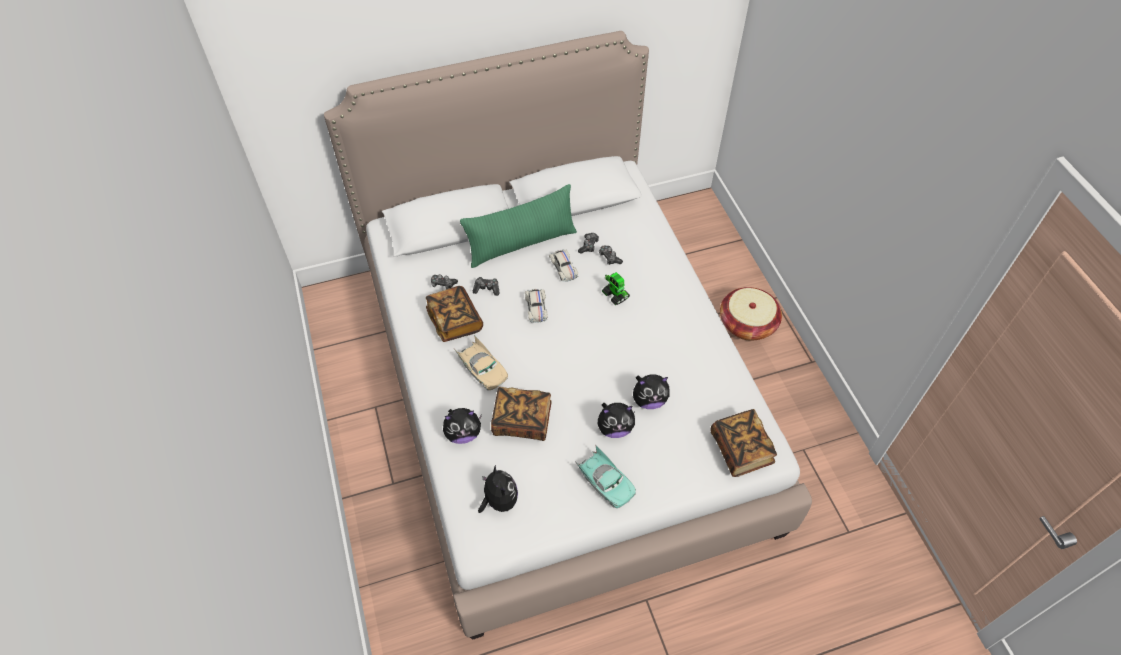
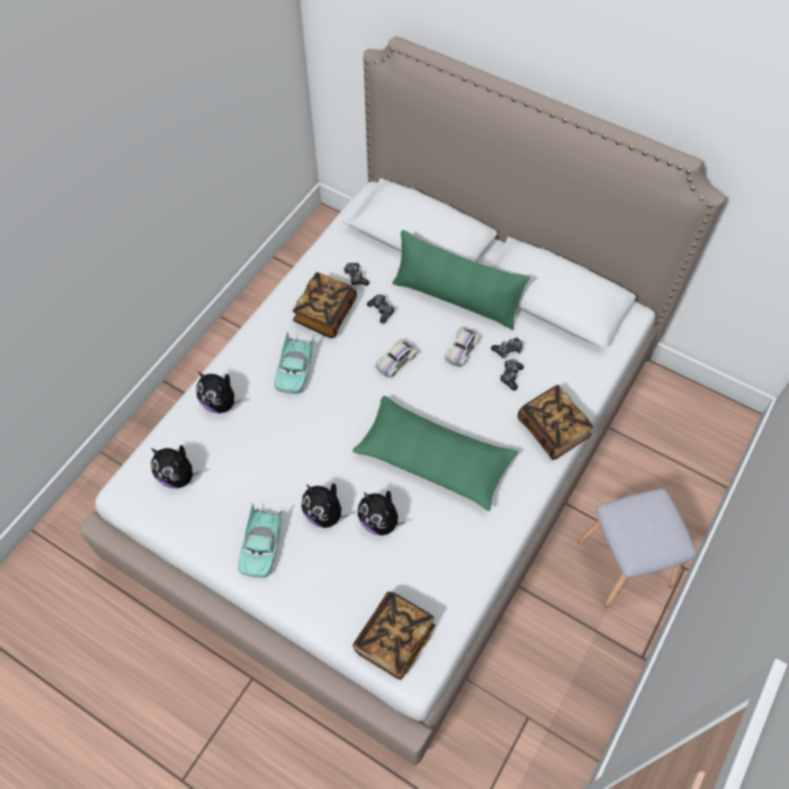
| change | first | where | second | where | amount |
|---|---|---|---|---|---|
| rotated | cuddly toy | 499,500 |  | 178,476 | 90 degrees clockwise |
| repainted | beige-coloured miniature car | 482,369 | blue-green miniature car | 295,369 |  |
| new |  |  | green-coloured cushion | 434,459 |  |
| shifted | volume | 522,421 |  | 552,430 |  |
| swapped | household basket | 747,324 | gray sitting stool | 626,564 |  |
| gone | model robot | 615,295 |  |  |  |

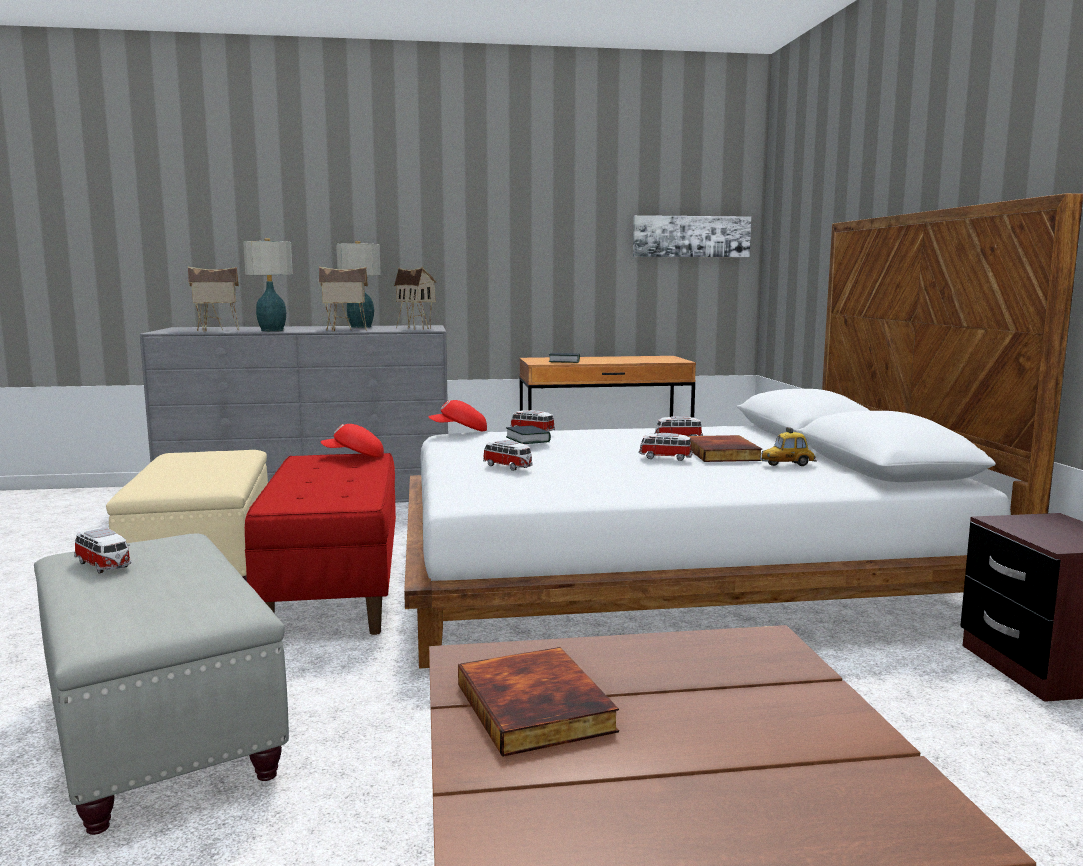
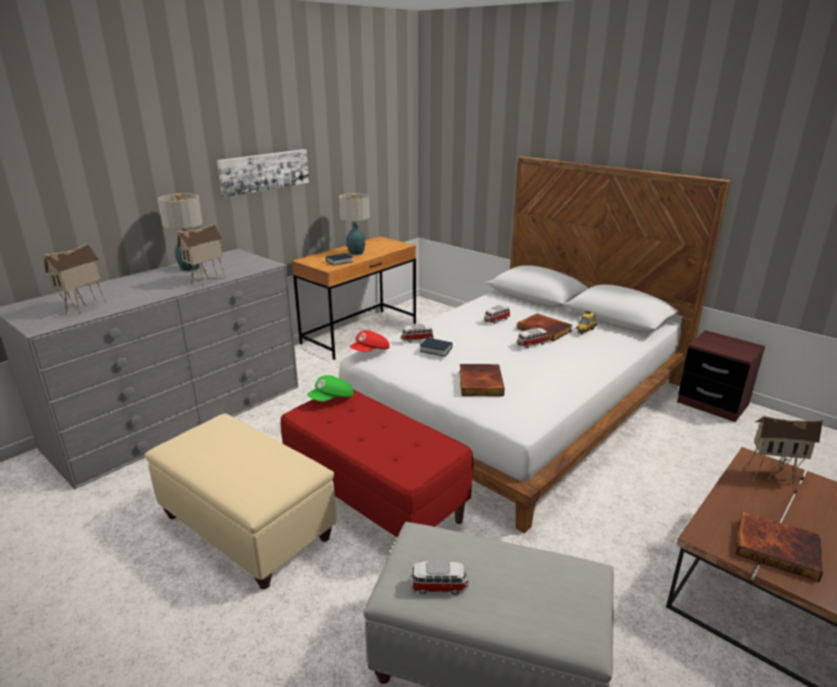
| change | first | where | second | where | amount |
|---|---|---|---|---|---|
| shifted | wall art | 691,236 |  | 264,171 |  |
| repainted | reddish peaked cap | 354,457 | green-coloured peaked cap | 332,399 |  |
| shifted | table lamp | 272,330 |  | 356,253 |  |
| swapped | miniature car | 508,467 | volume | 479,382 |  |
| shifted | toy house | 416,328 |  | 771,474 |  |

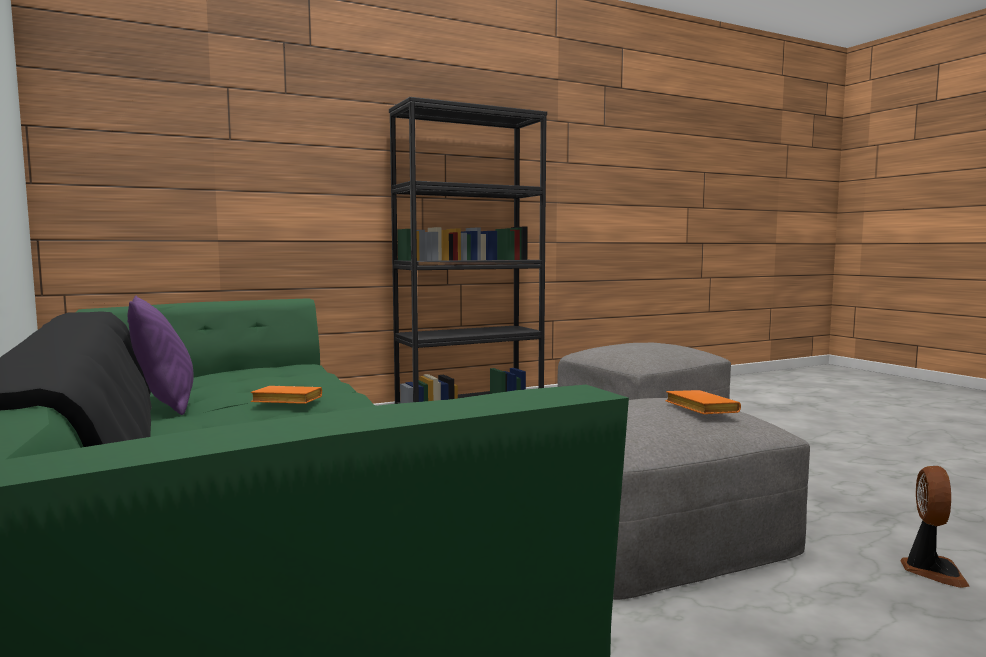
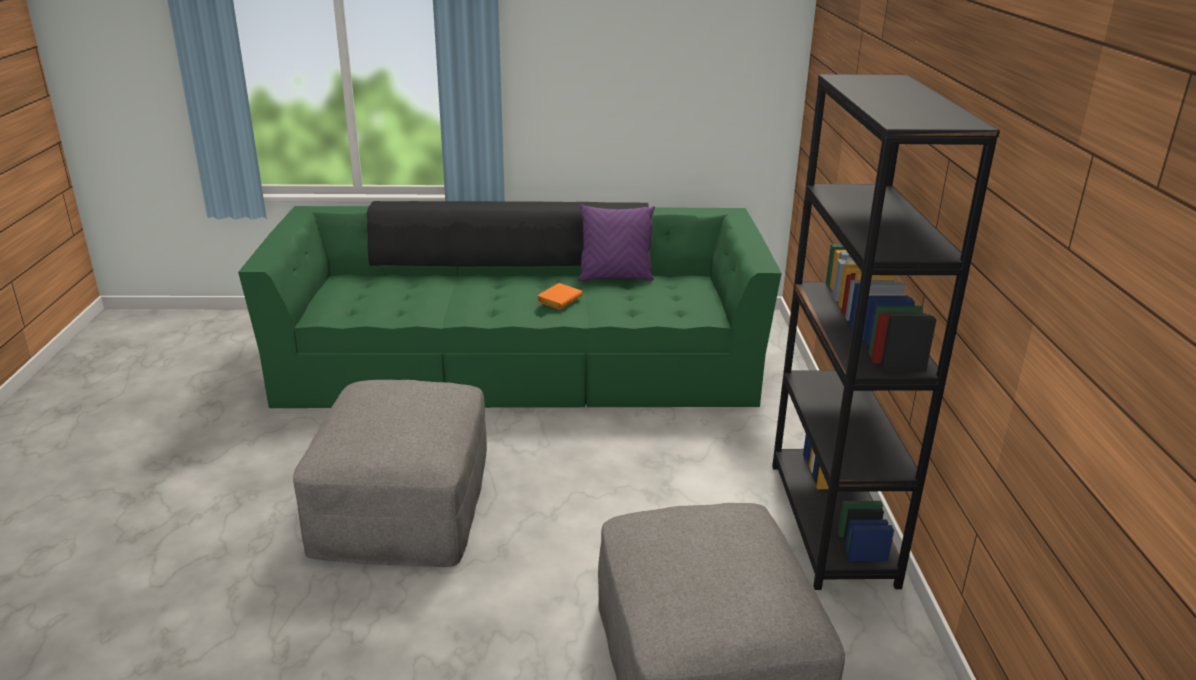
| change | first | where | second | where | amount |
|---|---|---|---|---|---|
| gone | orange volume | 698,408 |  |  |  |
| gone | fan | 931,570 |  |  |  |

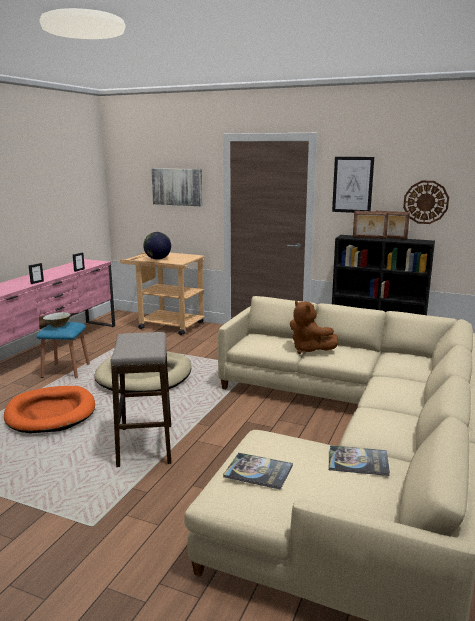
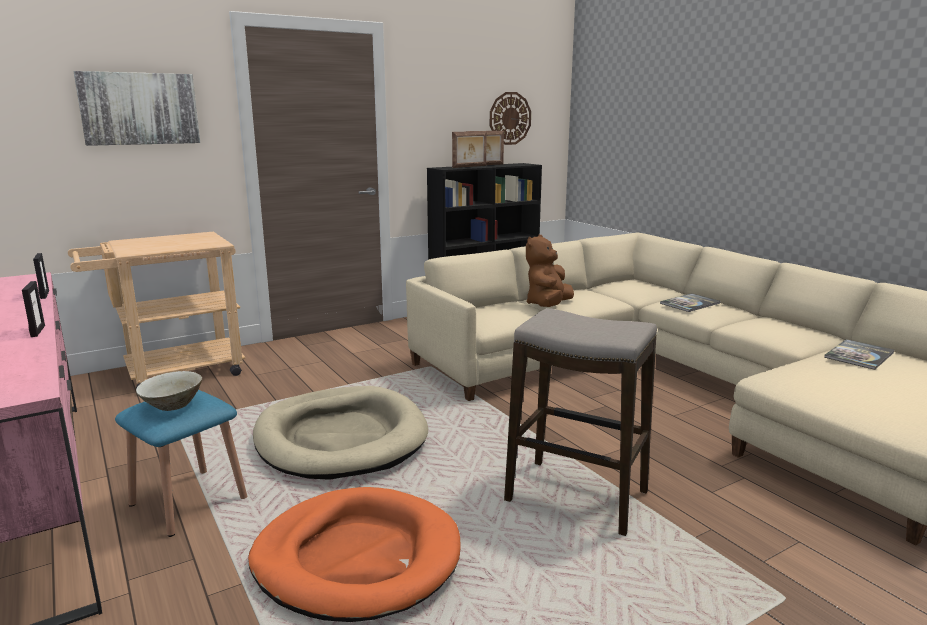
| change | first | where | second | where | amount |
|---|---|---|---|---|---|
| rotated | brownish cuddly toy | 309,350 |  | 548,306 | 120 degrees clockwise |
| shifted | volume | 258,471 |  | 690,303 |  |
| gone | world globe | 157,259 |  |  |  |
| gone | wall art | 352,185 |  |  |  |

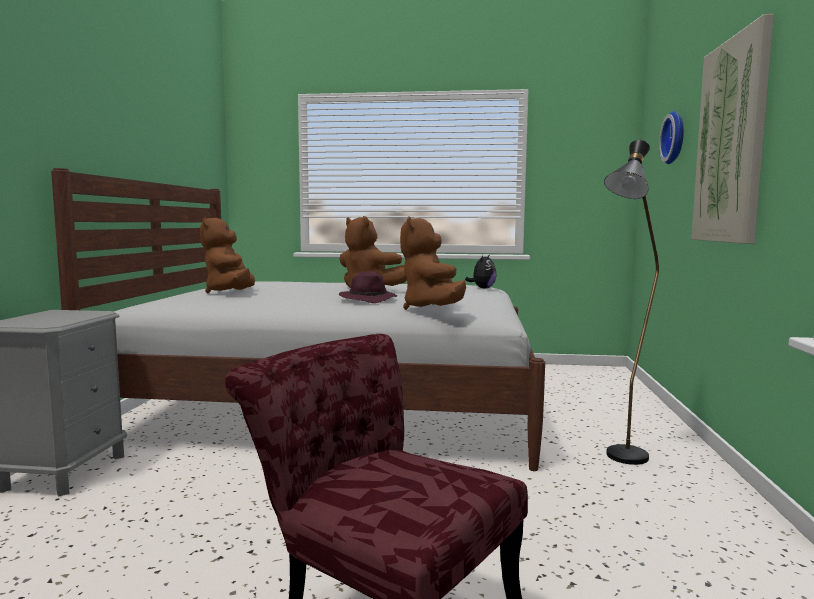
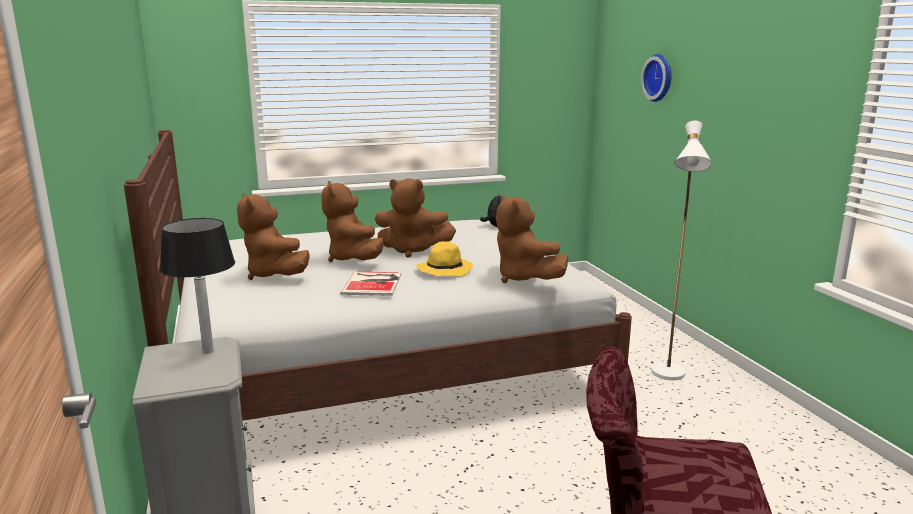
| change | first | where | second | where | amount |
|---|---|---|---|---|---|
| new |  |  | table lamp | 208,351 |  |
| new |  |  | brownish cuddly toy | 353,259 |  |
| new |  |  | volume | 374,283 |  |
| repainted | purple-coloured wearable hat | 369,299 | yellow wearable hat | 445,269 |  |
| repainted | black standing lamp | 622,461 | whitish standing lamp | 669,378 |  |
| gone | wall art | 731,142 |  |  |  |

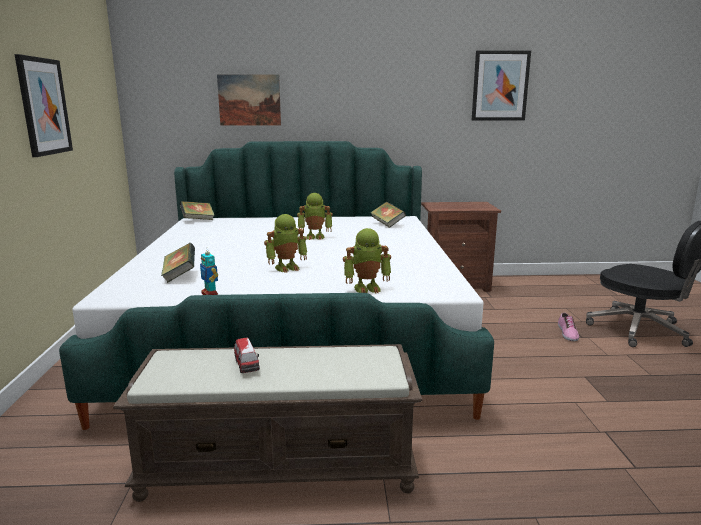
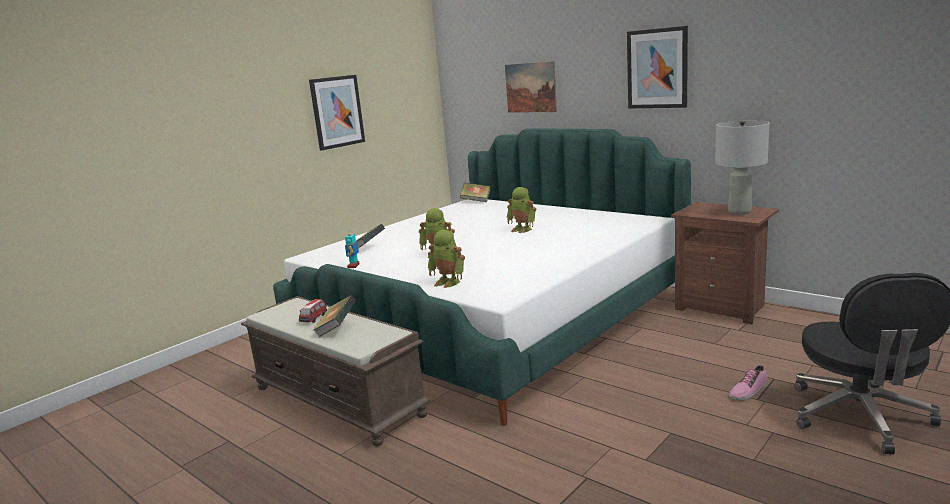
| change | first | where | second | where | amount |
|---|---|---|---|---|---|
| shifted | volume | 387,224 |  | 336,329 |  |
| shifted | wall art | 500,86 |  | 657,68 |  |
| new |  |  | gray table lamp | 739,212 |  |

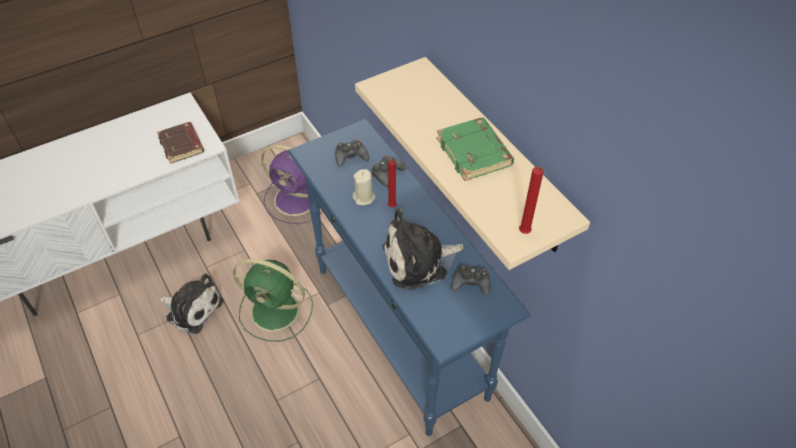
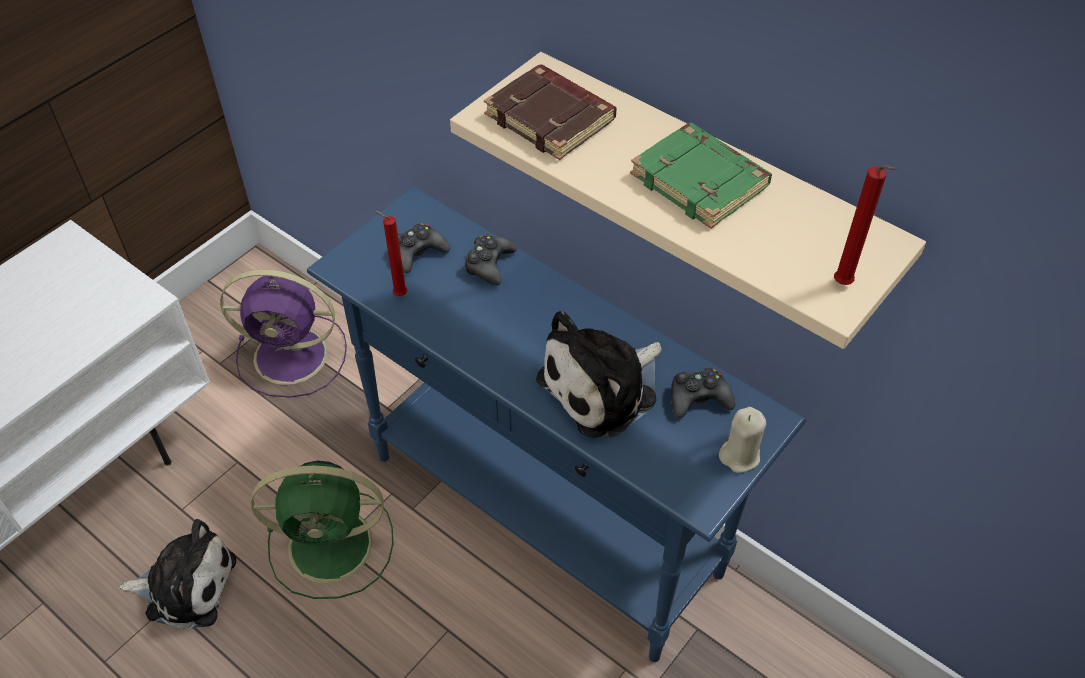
| change | first | where | second | where | amount |
|---|---|---|---|---|---|
| shifted | reddish candle | 390,206 |  | 398,294 |  |
| shifted | brownish volume | 182,145 |  | 552,118 |  |
| shifted | beige-coloured candle | 364,197 |  | 740,455 |  |

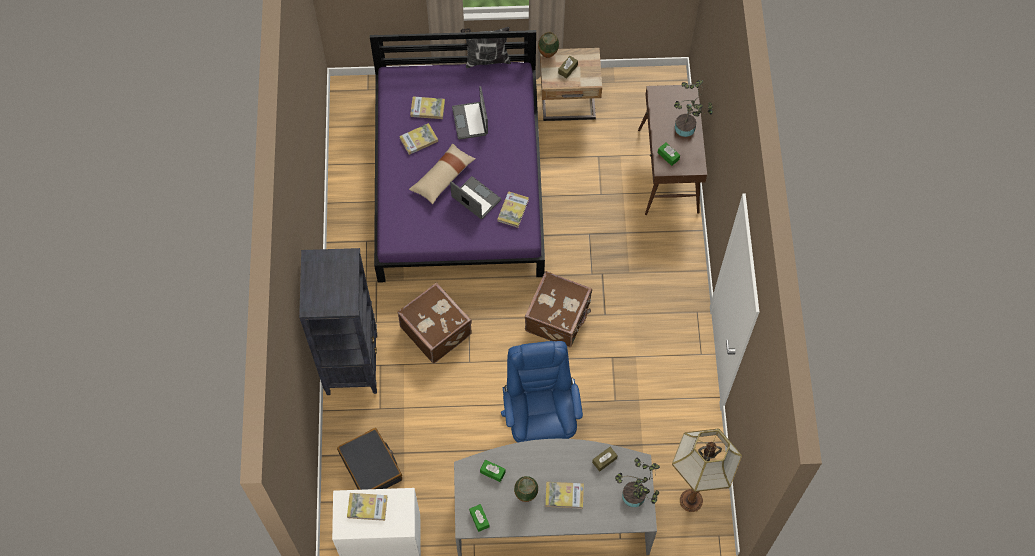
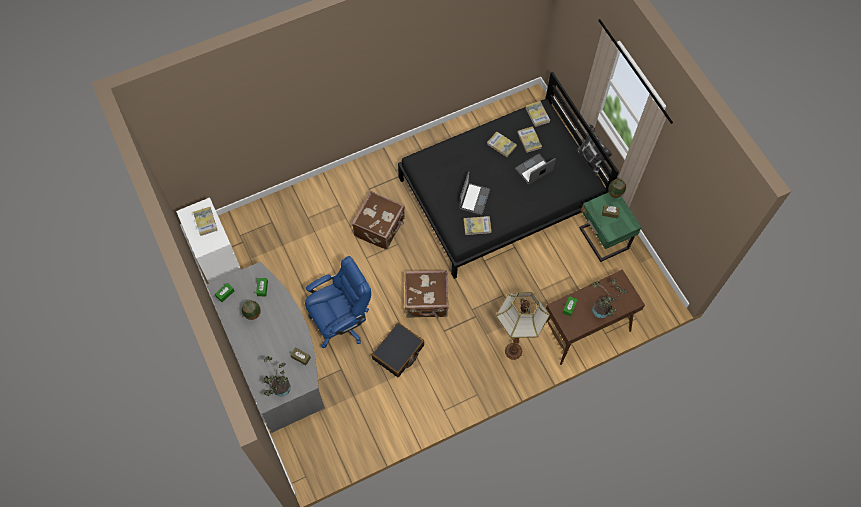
| change | first | where | second | where | amount |
|---|---|---|---|---|---|
| shifted | black suitcase | 371,466 |  | 398,352 |  |
| repainted | purple-coloured sleeping bed | 459,181 | black sleeping bed | 501,194 |  |
| shifted | standing lamp | 691,501 |  | 512,351 |  |
| shifted | volume | 564,495 |  | 537,114 |  |
| repainted | beige-coloured bedside table | 569,105 | green-coloured bedside table | 602,239 |  |
| gone | black shelving unit | 352,364 |  |  |  |
| gone | beige-coloured cushion | 443,177 |  |  |  |

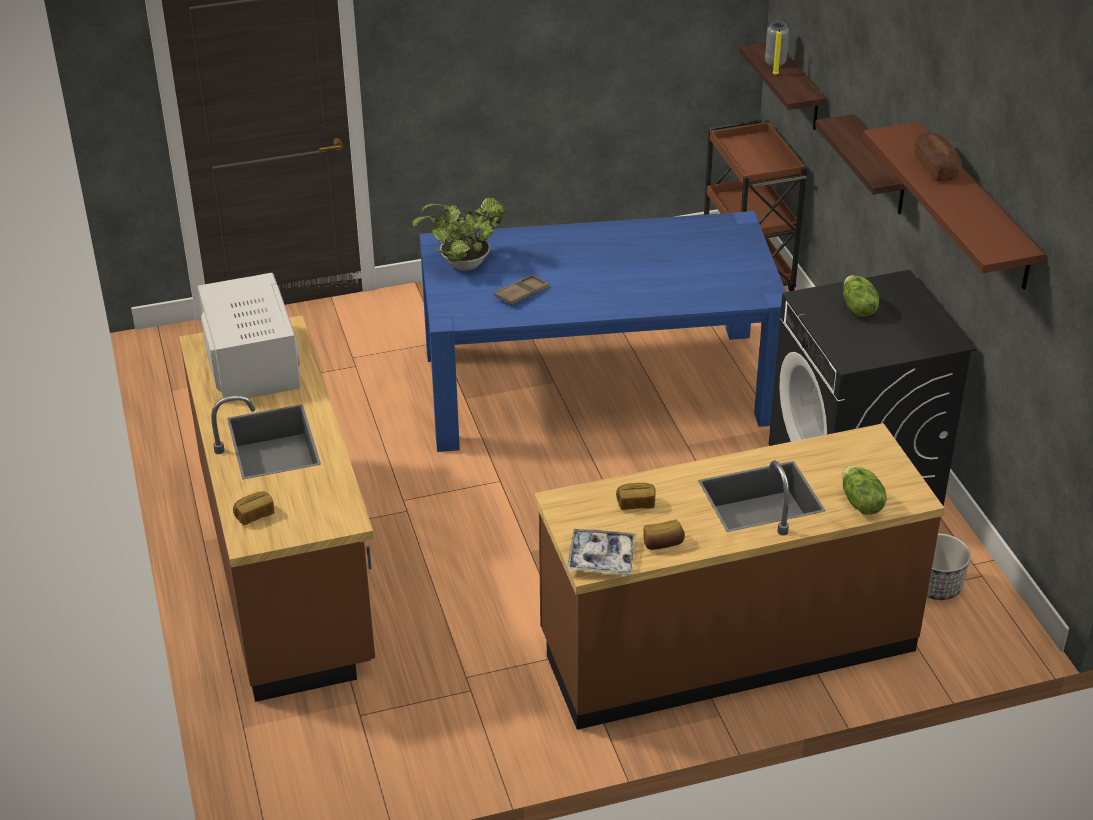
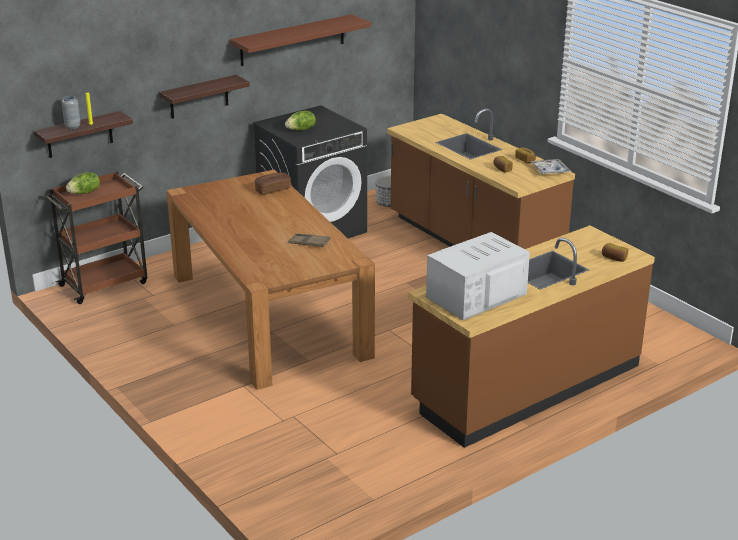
| change | first | where | second | where | amount |
|---|---|---|---|---|---|
| shifted | lettuce | 860,503 |  | 85,193 |  |
| repainted | bluish kitchen table | 598,386 | brownish kitchen table | 268,314 |  |
| shifted | bread | 935,167 |  | 273,189 |  |
| gone | houseplant | 461,265 |  |  |  |

